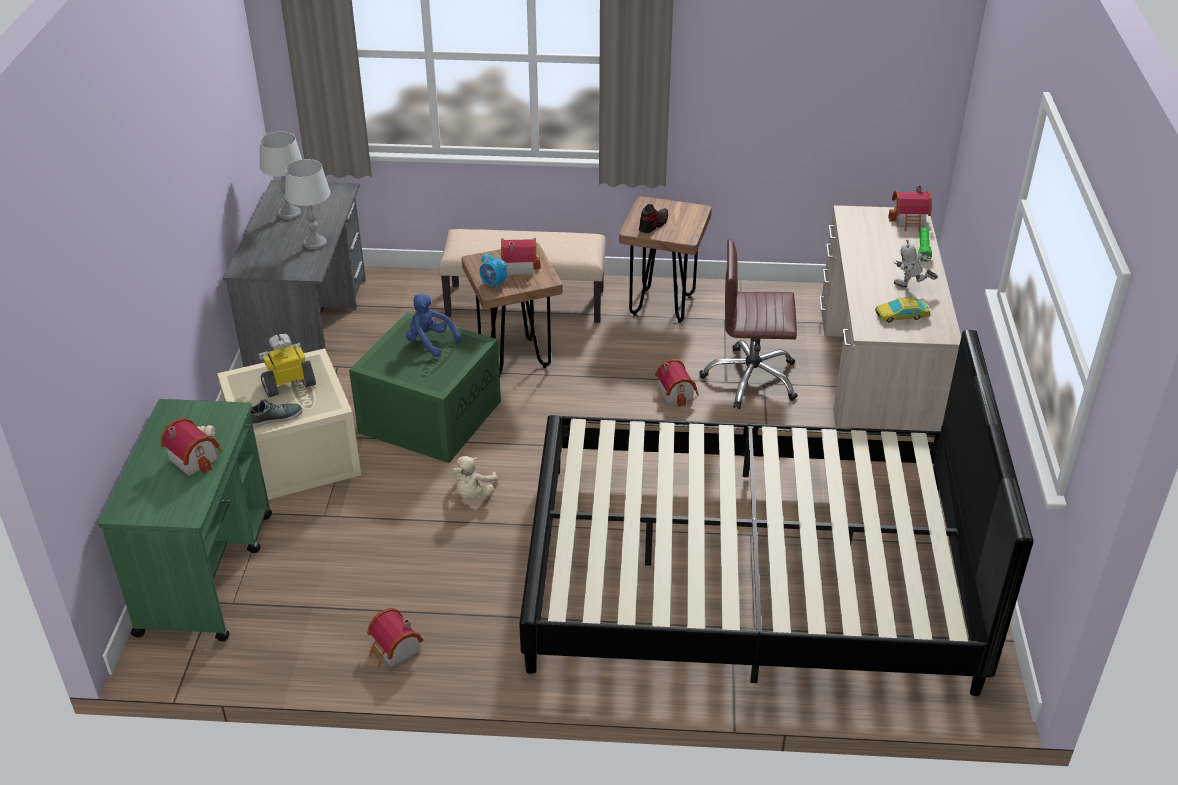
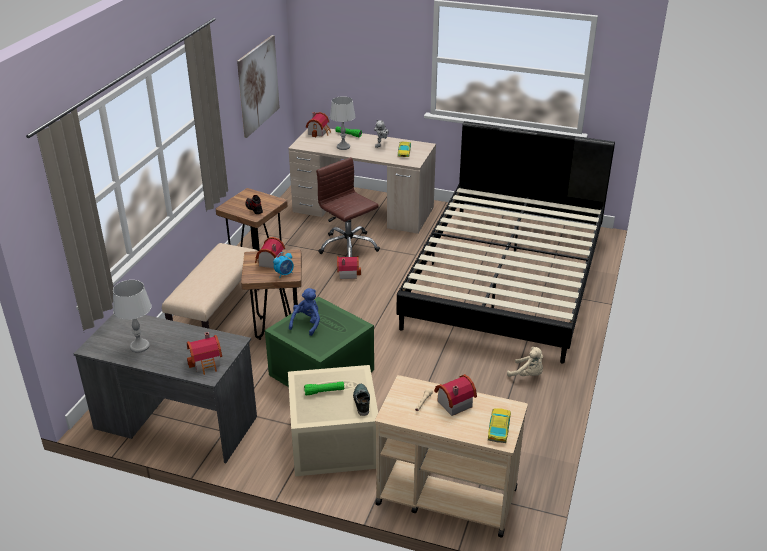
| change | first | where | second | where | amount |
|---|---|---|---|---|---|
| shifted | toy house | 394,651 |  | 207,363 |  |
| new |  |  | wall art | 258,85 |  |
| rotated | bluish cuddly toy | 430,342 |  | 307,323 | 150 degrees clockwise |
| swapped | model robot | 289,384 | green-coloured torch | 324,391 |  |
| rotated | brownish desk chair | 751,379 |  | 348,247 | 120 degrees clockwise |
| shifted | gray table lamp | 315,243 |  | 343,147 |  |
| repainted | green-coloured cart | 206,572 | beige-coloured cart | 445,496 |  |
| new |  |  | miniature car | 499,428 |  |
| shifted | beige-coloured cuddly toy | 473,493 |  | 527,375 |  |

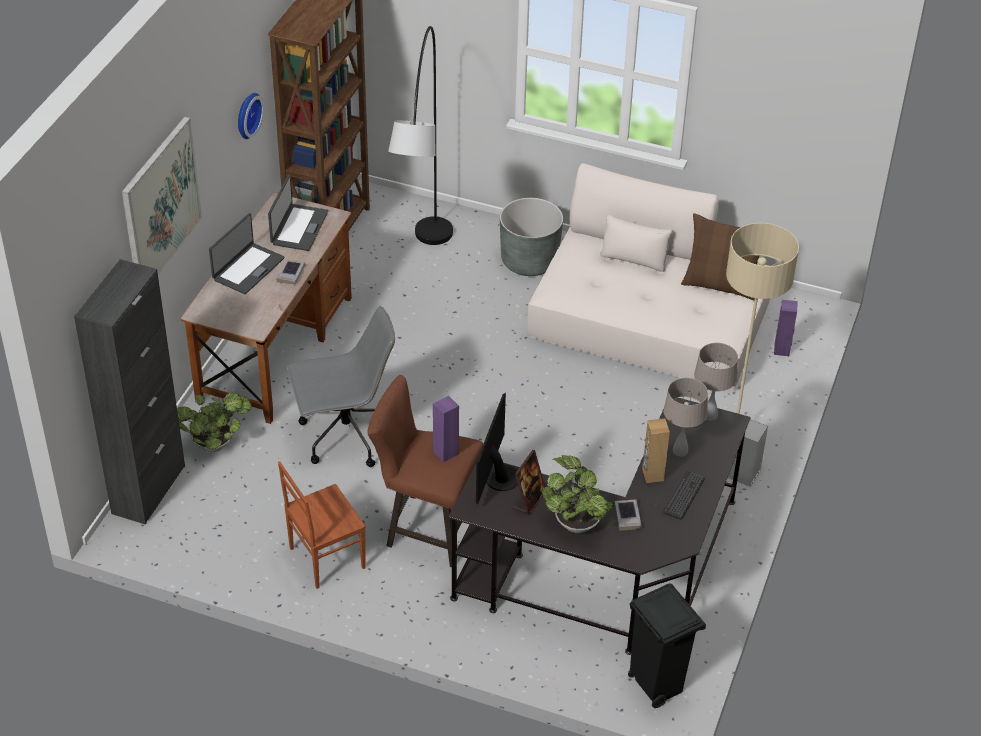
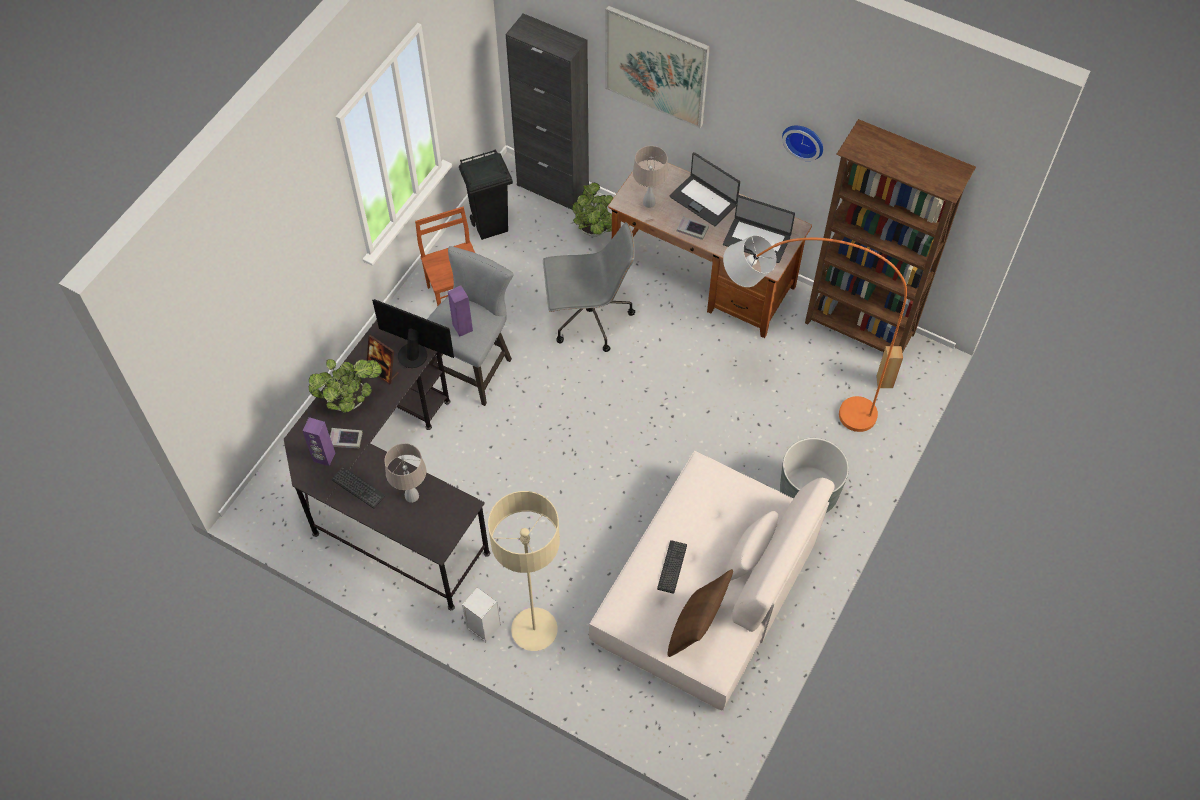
| change | first | where | second | where | amount |
|---|---|---|---|---|---|
| shifted | purple-coloured speaker | 782,350 |  | 324,457 |  |
| repainted | brownish sitting stool | 426,527 | gray sitting stool | 473,365 |  |
| shifted | black trash can | 655,685 |  | 491,226 |  |
| rotated | gray desk chair | 345,436 |  | 588,319 | 90 degrees counterclockwise |
| shifted | beige-coloured table lamp | 709,415 |  | 649,202 |  |
| new |  |  | keyboard | 672,567 |  |
| repainted | black standing lamp | 424,279 | orange standing lamp | 787,399 |  |
| shifted | brownish speaker | 652,475 |  | 884,382 |  |

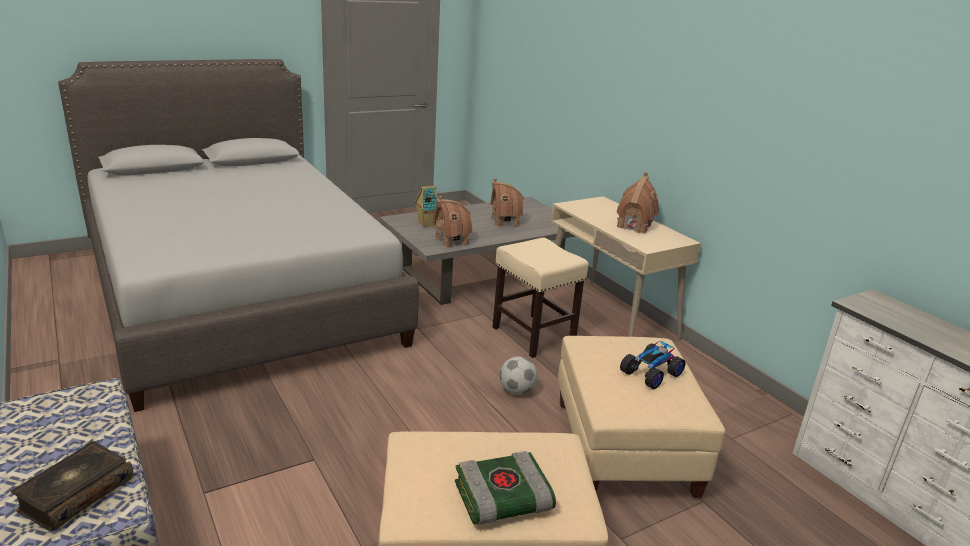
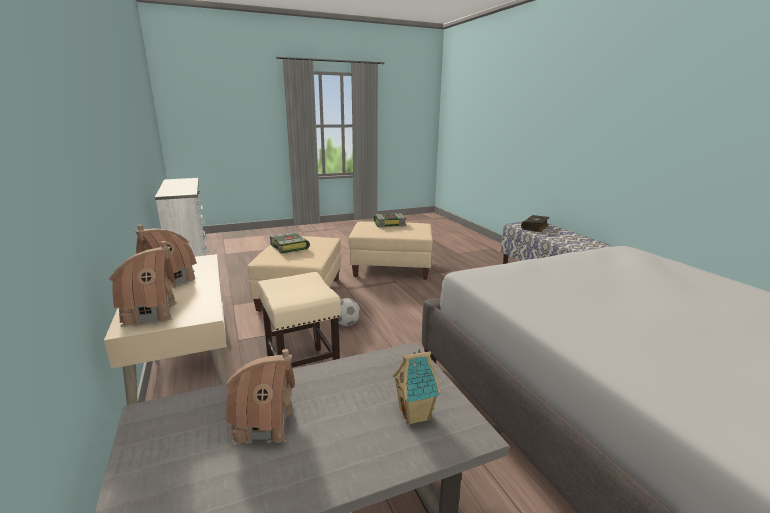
| change | first | where | second | where | amount |
|---|---|---|---|---|---|
| shifted | toy house | 451,241 |  | 151,314 |  |
| swapped | miniature car | 650,373 | volume | 290,247 |  |

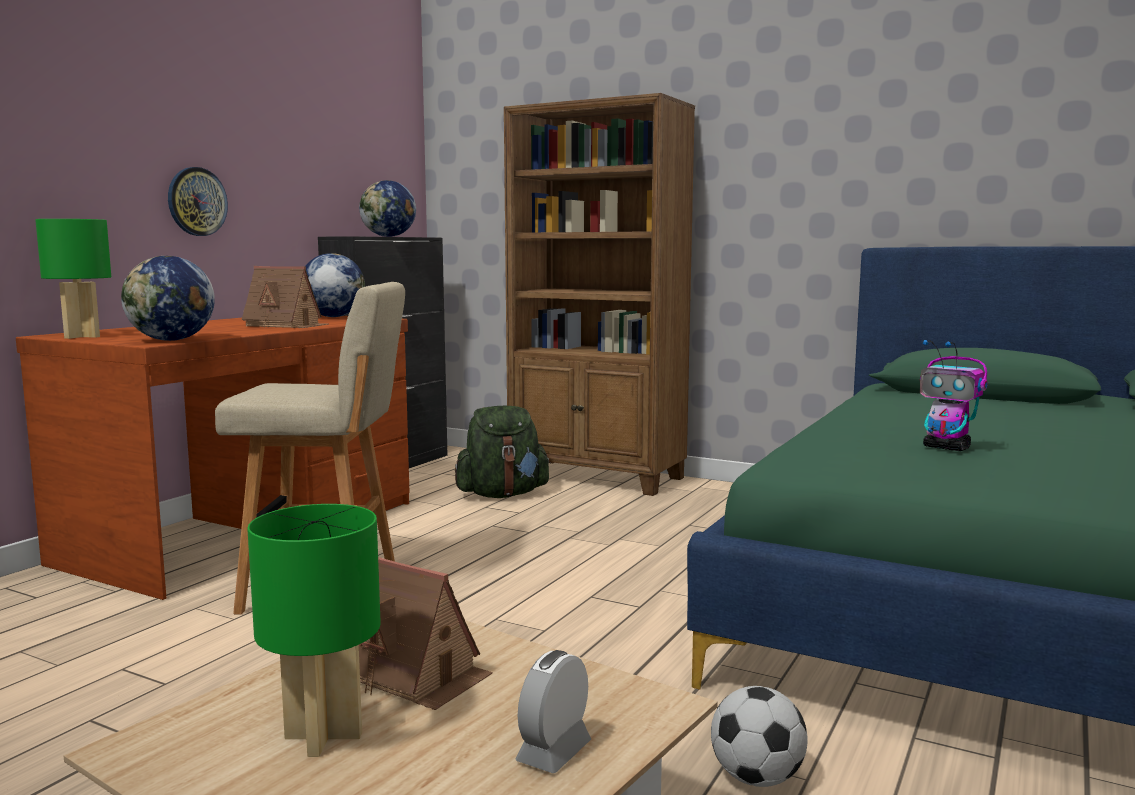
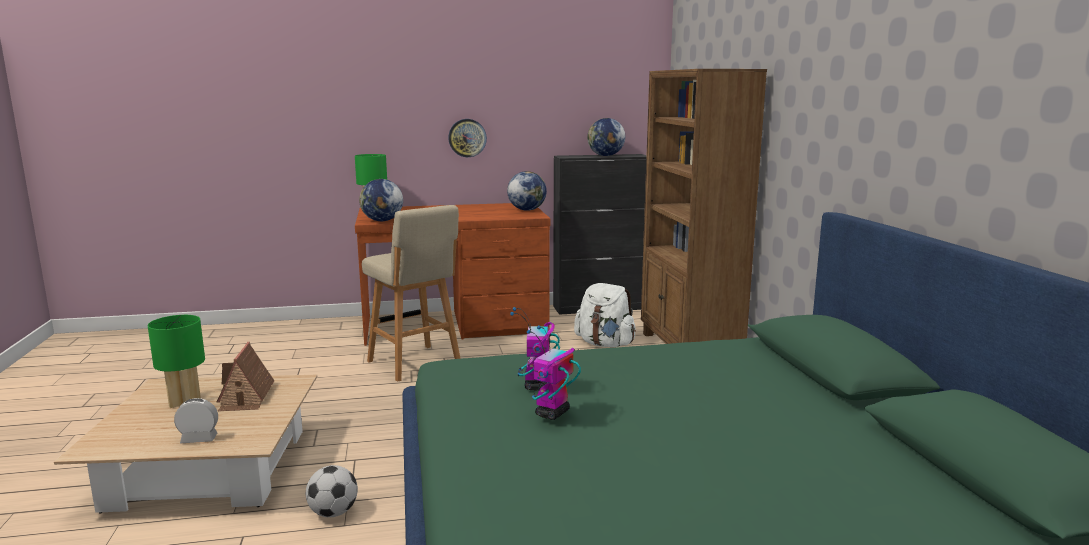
| change | first | where | second | where | amount |
|---|---|---|---|---|---|
| new |  |  | model robot | 552,414 |  |
| repainted | green-coloured knapsack | 502,494 | whitish knapsack | 605,344 |  |
| gone | toy house | 286,325 |  |  |  |

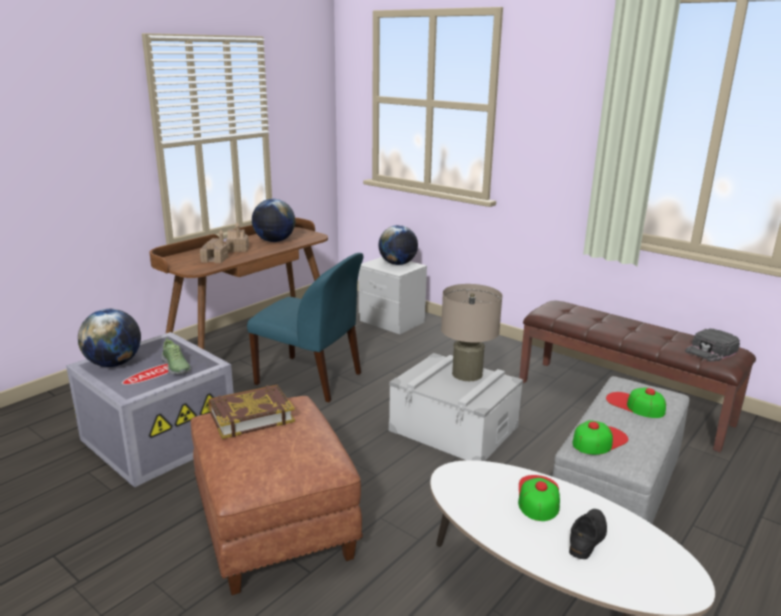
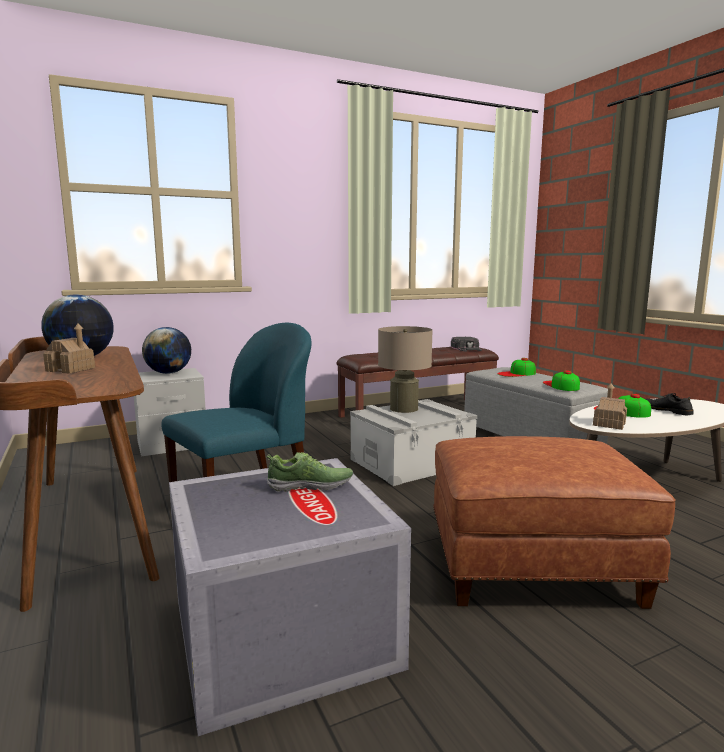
| change | first | where | second | where | amount |
|---|---|---|---|---|---|
| shifted | toy house | 215,259 |  | 609,424 |  |
| gone | world globe | 114,364 |  |  |  |
| gone | volume | 251,416 |  |  |  |

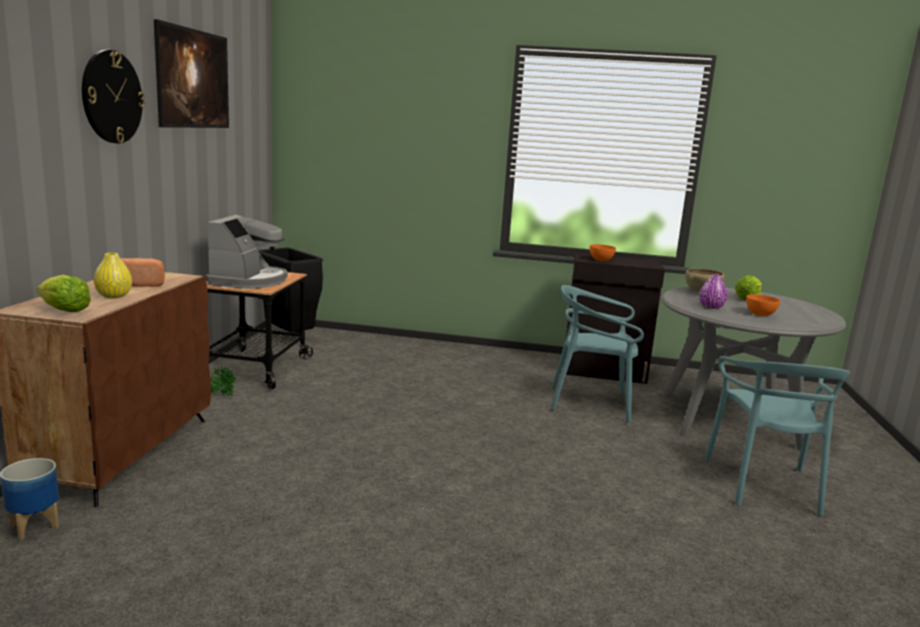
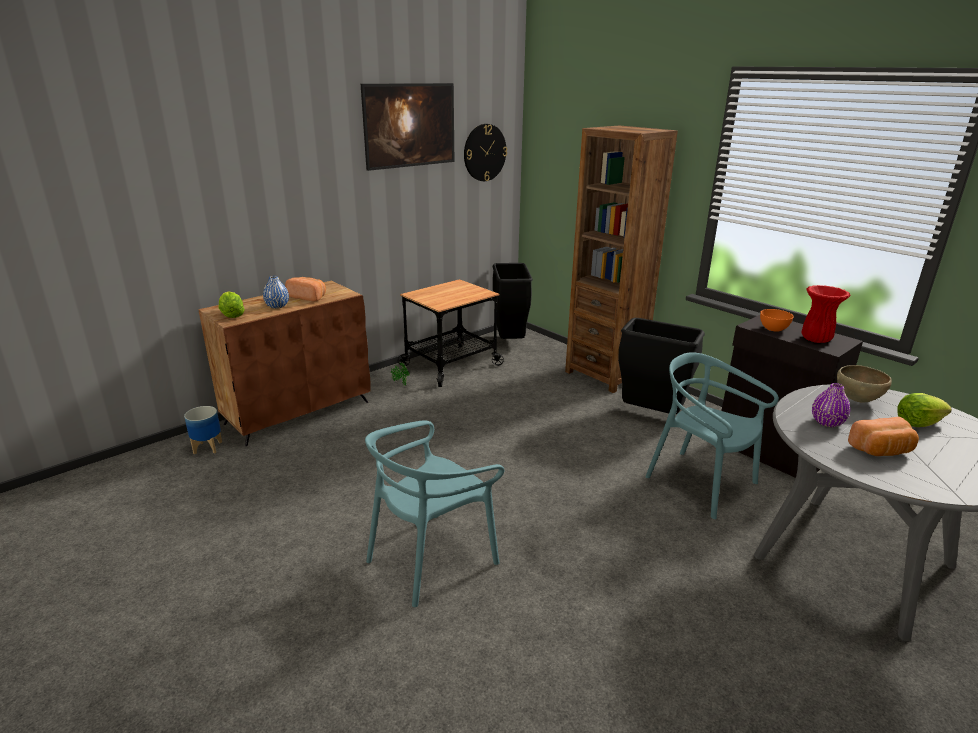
| change | first | where | second | where | amount |
|---|---|---|---|---|---|
| repainted | yellow decorative vase | 114,296 | bluish decorative vase | 277,306 |  |
| shifted | blue-green chair | 764,485 |  | 431,558 |  |
| shifted | clock on the wall | 112,97 |  | 484,152 |  |
| new |  |  | brownish shelving unit | 605,374 |  |
| new |  |  | black trash can | 651,415 |  |
| new |  |  | reddish decorative vase | 816,340 |  |
| swapped | orange deep dish | 760,314 | bread | 882,451 |  |
| gone | coffee maker | 249,281 |  |  |  |

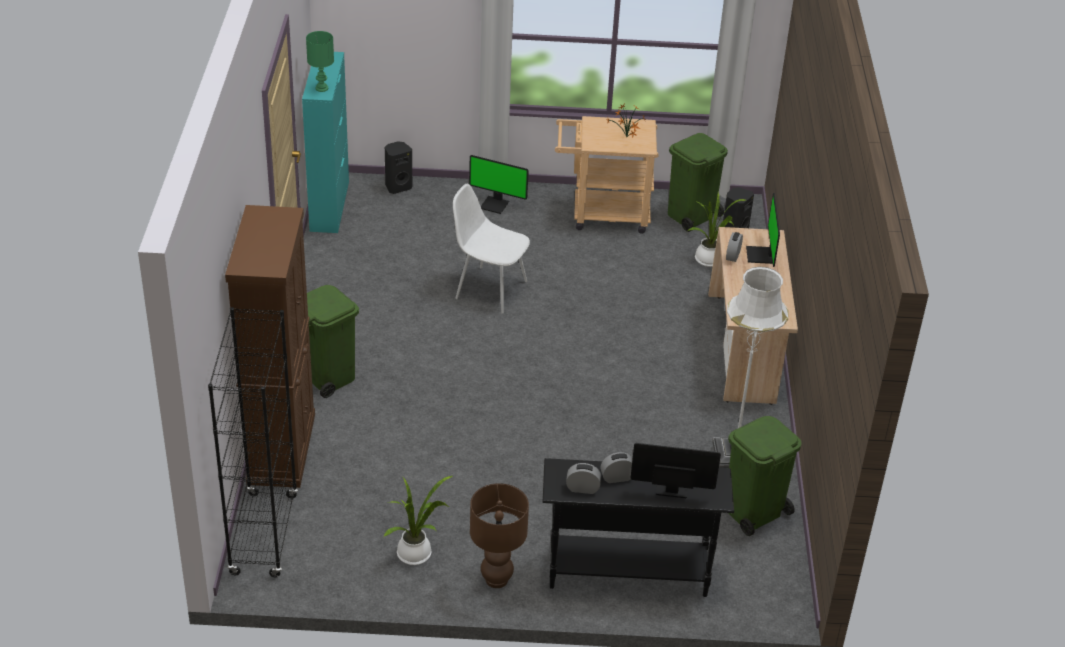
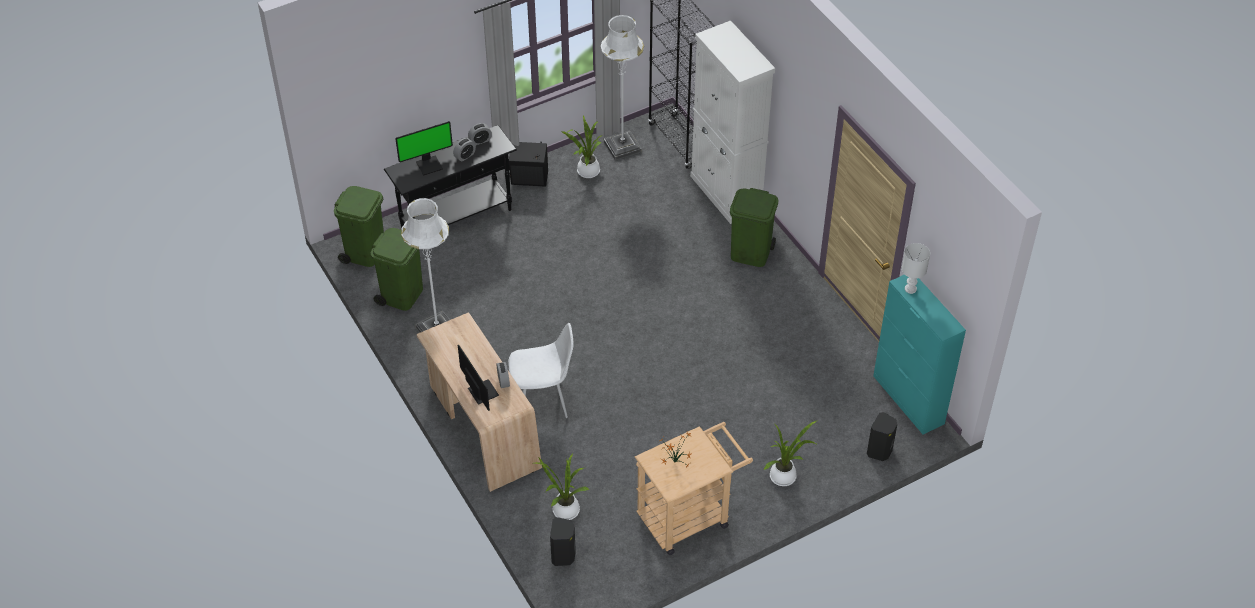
| change | first | where | second | where | amount |
|---|---|---|---|---|---|
| shifted | green-coloured trash can | 691,216 |  | 365,252 |  |
| shifted | whitish chair | 489,289 |  | 543,399 |  |
| swapped | brownish table lamp | 496,579 | black speaker | 530,179 |  |
| new |  |  | whitish standing lamp | 622,147 |  |
| repainted | brownish cabinet | 281,448 | whitish cabinet | 726,193 |  |
| swapped | computer screen | 495,204 | houseplant | 785,476 |  |
| repainted | green-coloured table lamp | 322,88 | whitish table lamp | 910,289 |  |

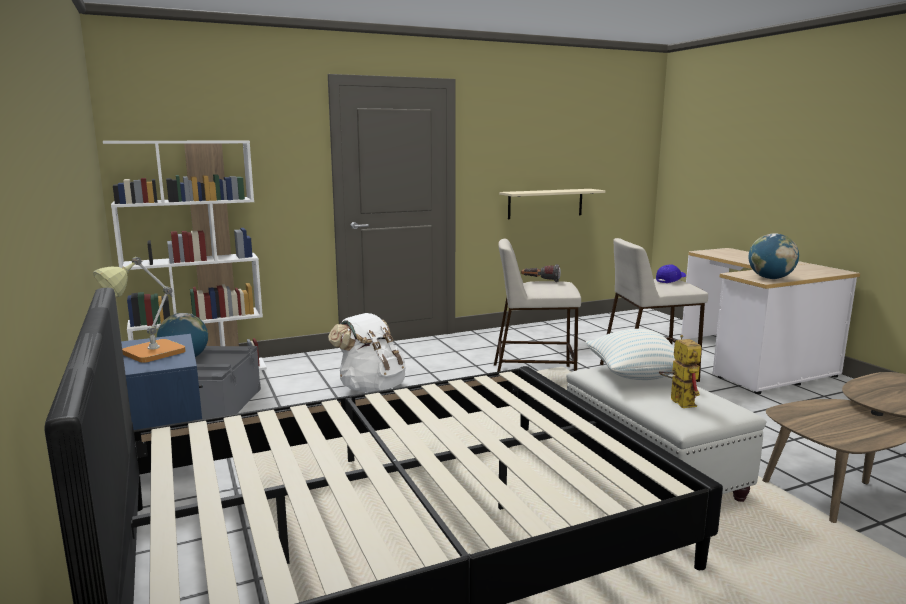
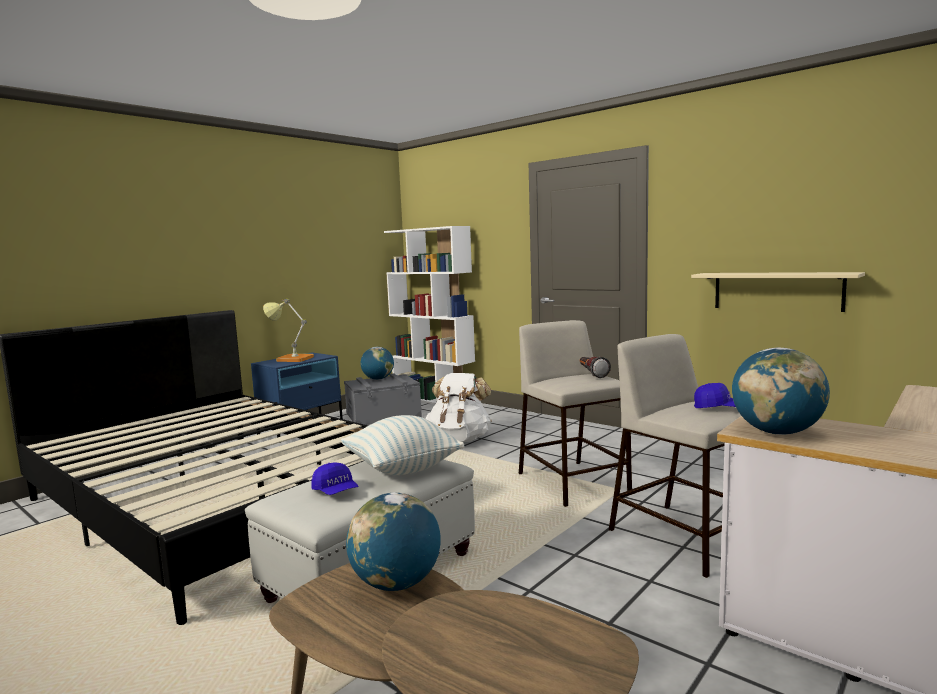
| change | first | where | second | where | amount |
|---|---|---|---|---|---|
| swapped | model robot | 677,401 | bluish peaked cap | 336,492 |  |
| new |  |  | world globe | 396,584 |  |

